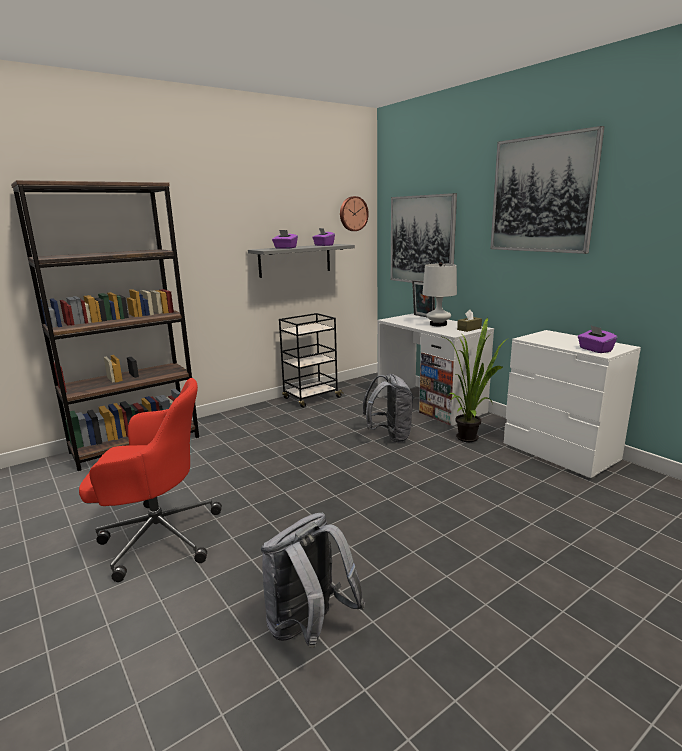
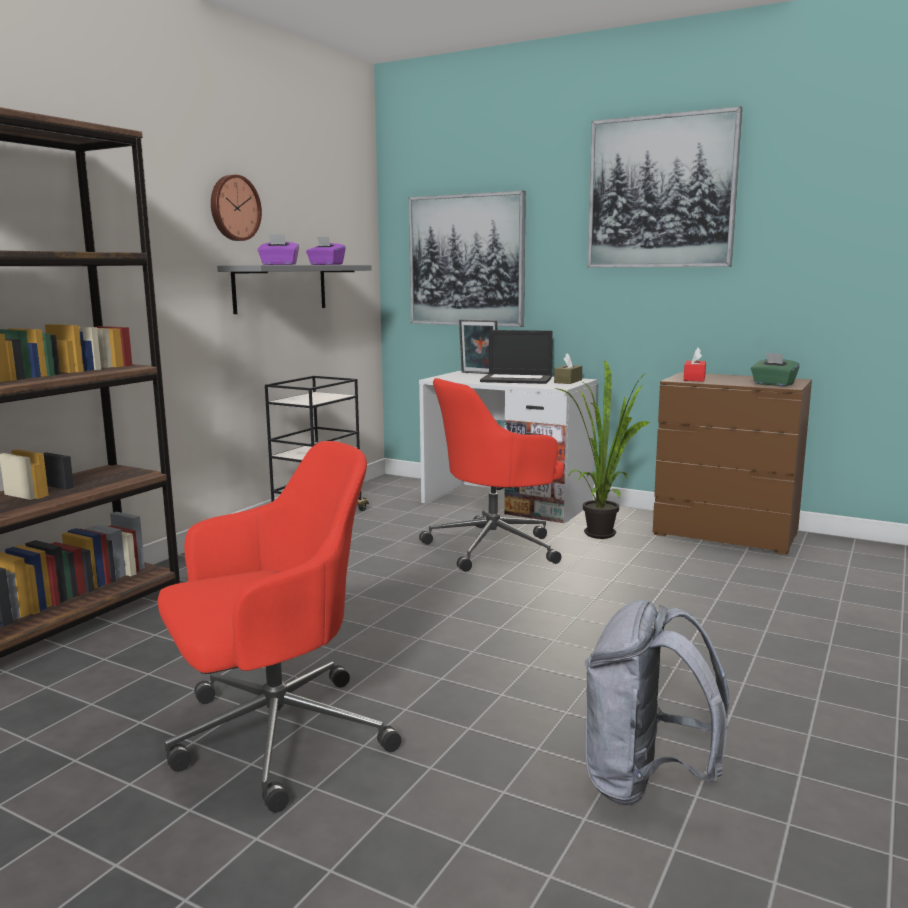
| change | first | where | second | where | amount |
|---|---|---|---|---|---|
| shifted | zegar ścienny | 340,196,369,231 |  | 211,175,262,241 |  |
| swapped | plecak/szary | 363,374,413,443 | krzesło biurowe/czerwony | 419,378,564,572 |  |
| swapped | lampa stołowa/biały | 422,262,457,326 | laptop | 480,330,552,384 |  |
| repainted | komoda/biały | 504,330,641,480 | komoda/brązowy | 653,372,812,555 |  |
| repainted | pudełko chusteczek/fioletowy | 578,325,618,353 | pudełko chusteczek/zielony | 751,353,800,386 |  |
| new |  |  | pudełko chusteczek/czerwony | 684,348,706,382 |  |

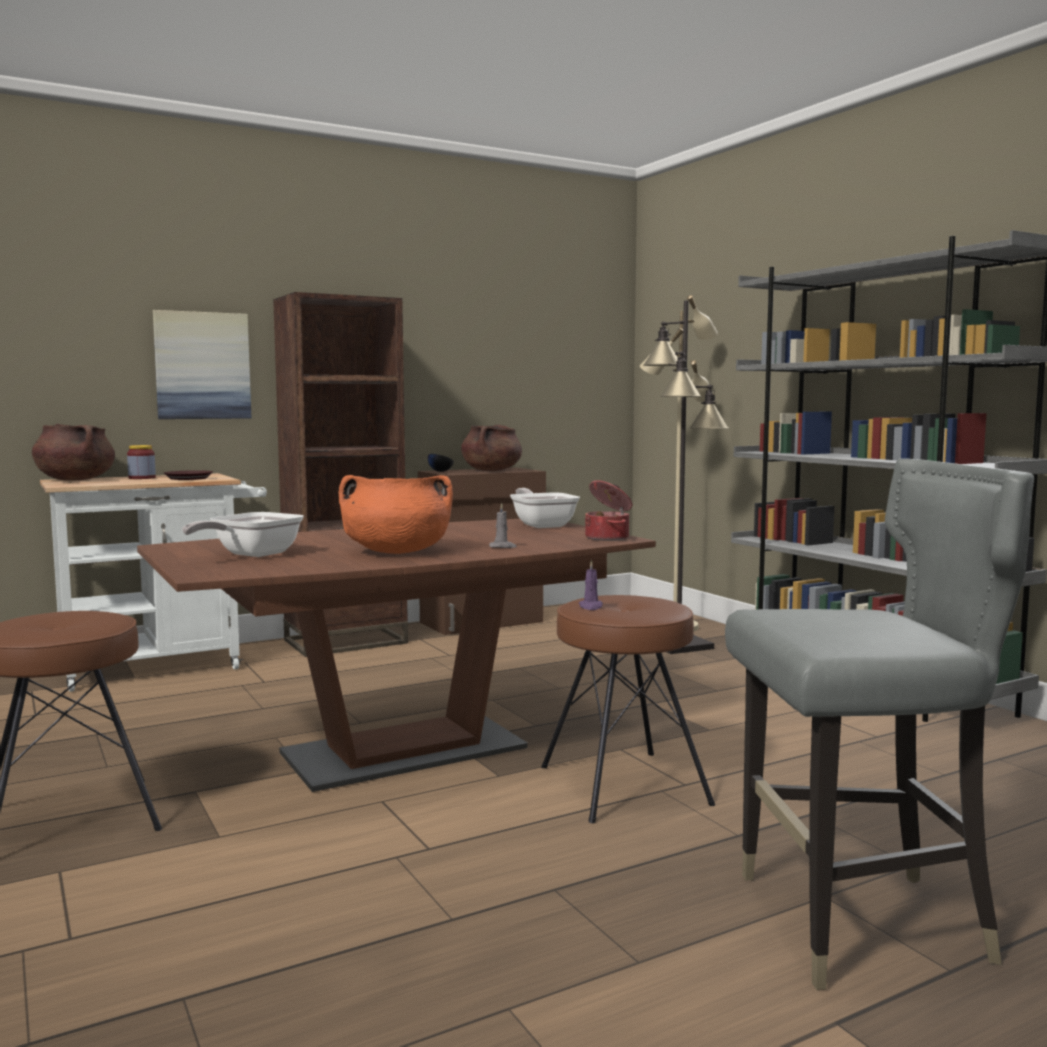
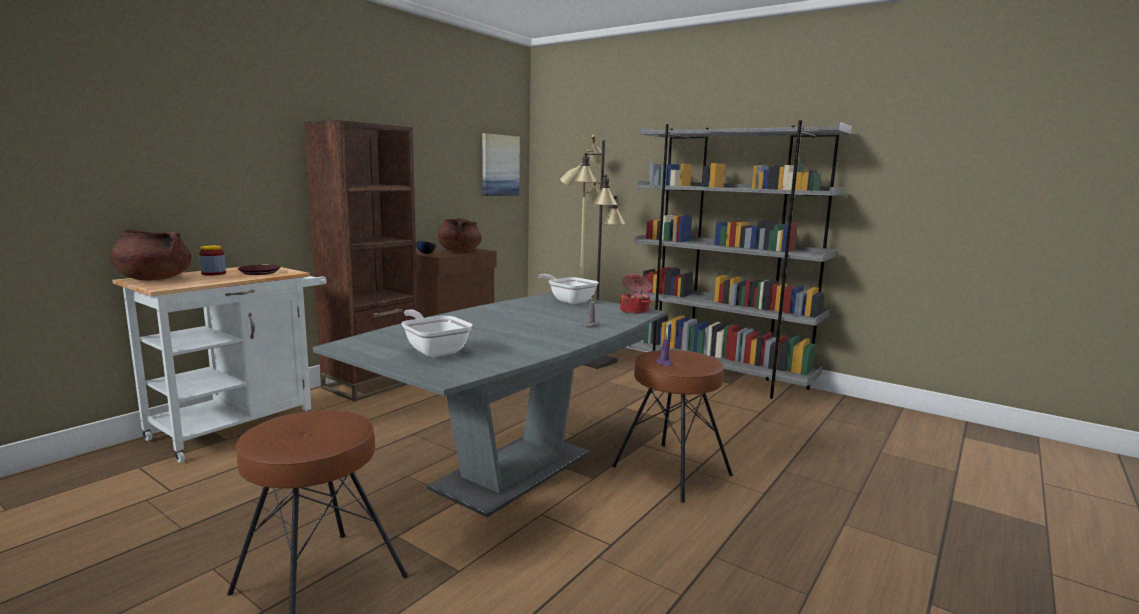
| change | first | where | second | where | amount |
|---|---|---|---|---|---|
| repainted | stół jadalny/brązowy | 137,519,656,792 | stół jadalny/szary | 313,292,665,517 |  |
| shifted | obraz | 153,310,251,419 |  | 482,133,520,196 |  |
| rotated | patelnia | 182,512,304,557 |  | 401,309,473,357 | 135 degrees clockwise |
| gone | garnek/pomarańczowy | 339,475,453,554 |  |  |  |
| gone | krzesło/szary | 725,458,1034,990 |  |  |  |

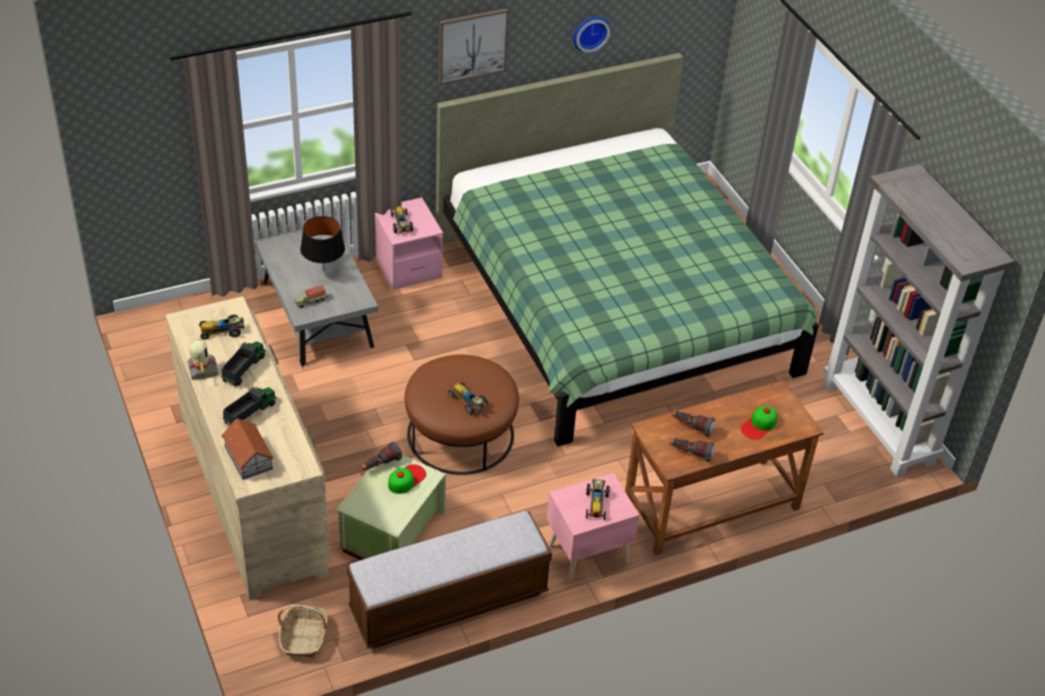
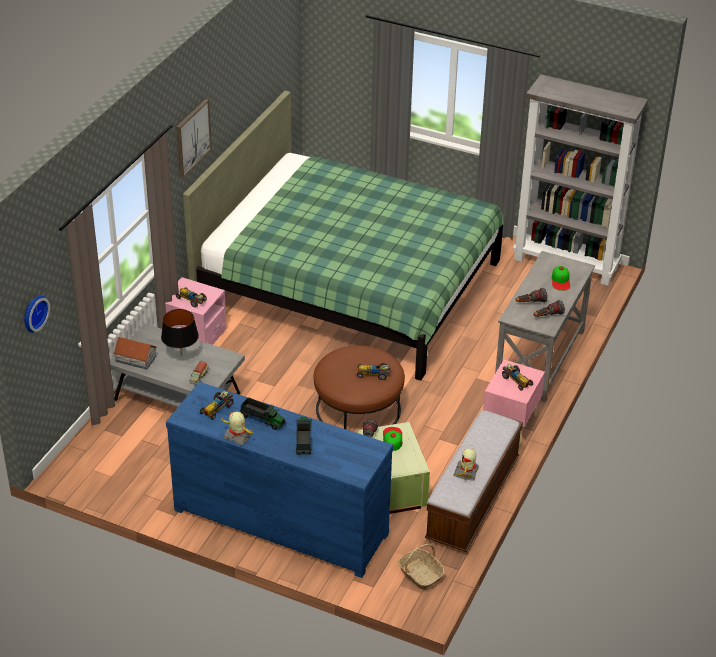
| change | first | where | second | where | amount |
|---|---|---|---|---|---|
| repainted | komoda/beżowy | 165,296,330,600 | komoda/niebieski | 166,382,393,578 |  |
| rotated | ciężarówka zabawkowa | 221,341,266,386 |  | 240,398,285,430 | 135 degrees clockwise |
| shifted | domek | 222,418,274,480 |  | 113,337,157,370 |  |
| shifted | zegar ścienny | 573,16,610,52 |  | 24,295,50,333 |  |
| repainted | biurko/brązowy | 625,380,824,555 | biurko/szary | 495,251,595,402 |  |
| new |  |  | robot zabawkowy | 453,449,479,481 |  |

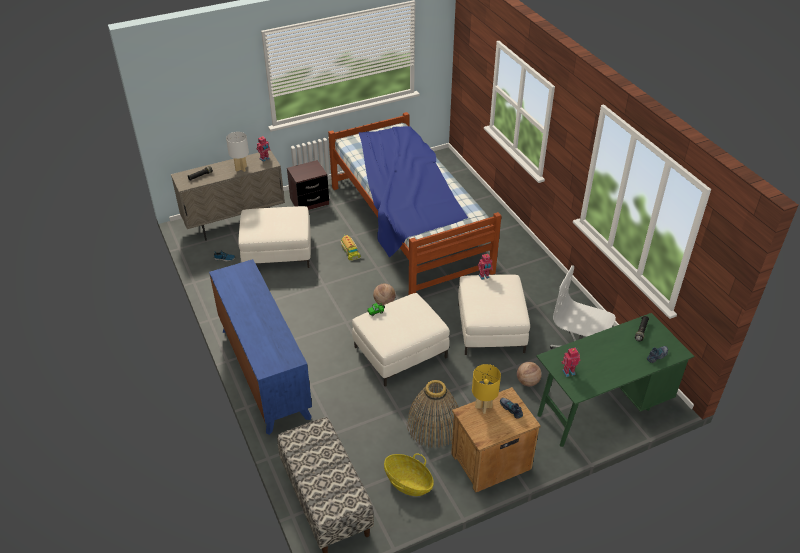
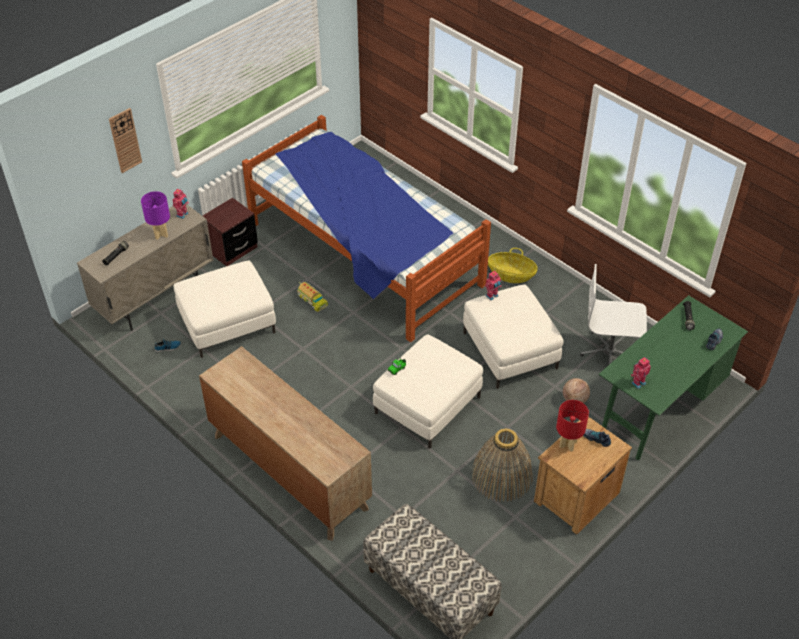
| change | first | where | second | where | amount |
|---|---|---|---|---|---|
| repainted | komoda/niebieski | 209,259,312,435 | komoda/brązowy | 199,346,372,541 |  |
| repainted | lampa stołowa/biały | 226,132,249,172 | lampa stołowa/fioletowy | 141,191,170,240 |  |
| gone | piłka do koszykówki | 373,284,396,306 |  |  |  |
| shifted | koszyk | 384,453,434,496 |  | 488,248,538,283 |  |
| repainted | lampa stołowa/żółty | 472,364,501,414 | lampa stołowa/czerwony | 556,400,589,452 |  |
| new |  |  | zegar ścienny | 109,108,142,173 |  |

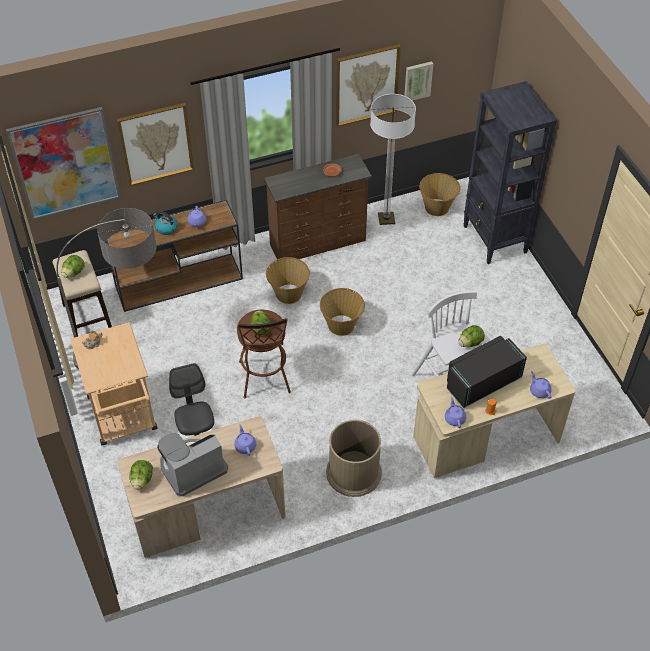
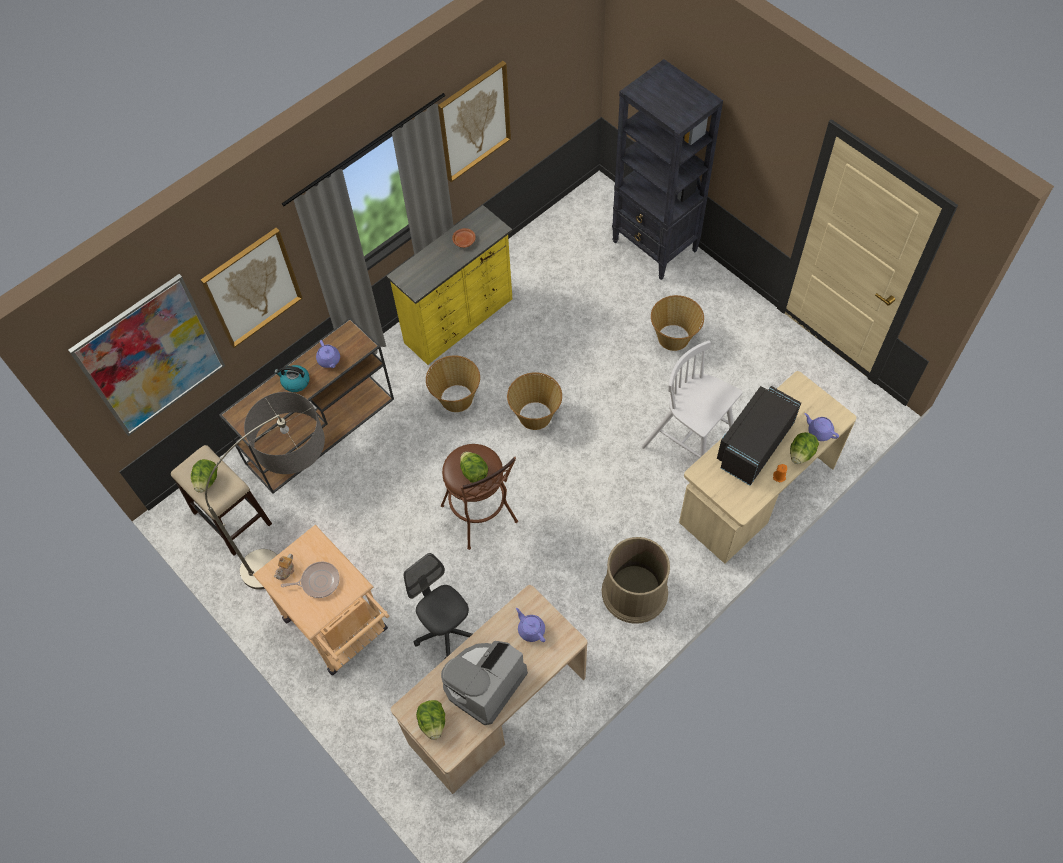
| change | first | where | second | where | amount |
|---|---|---|---|---|---|
| repainted | komoda/brązowy | 264,154,372,260 | komoda/żółty | 387,205,512,365 |  |
| gone | lampa stojąca | 370,94,416,225 |  |  |  |
| gone | obraz | 404,61,433,101 |  |  |  |
| shifted | koszyk | 419,173,460,216 |  | 651,295,704,351 |  |
| gone | imbryk/fioletowy | 445,397,466,428 |  |  |  |
| shifted | sałata | 458,325,485,347 |  | 790,432,819,464 |  |
| new |  |  | patelnia | 281,562,339,598 |  |

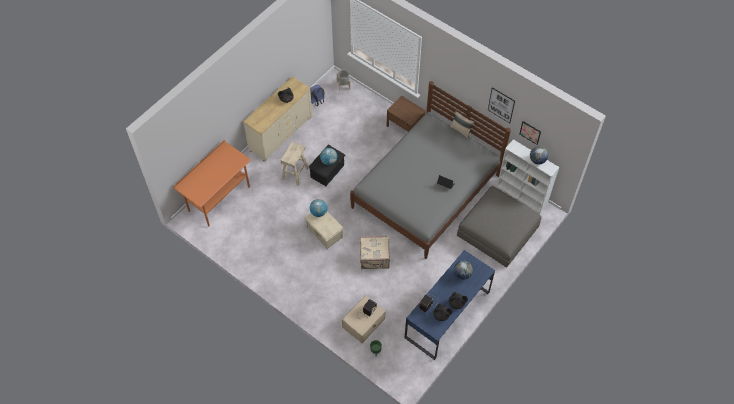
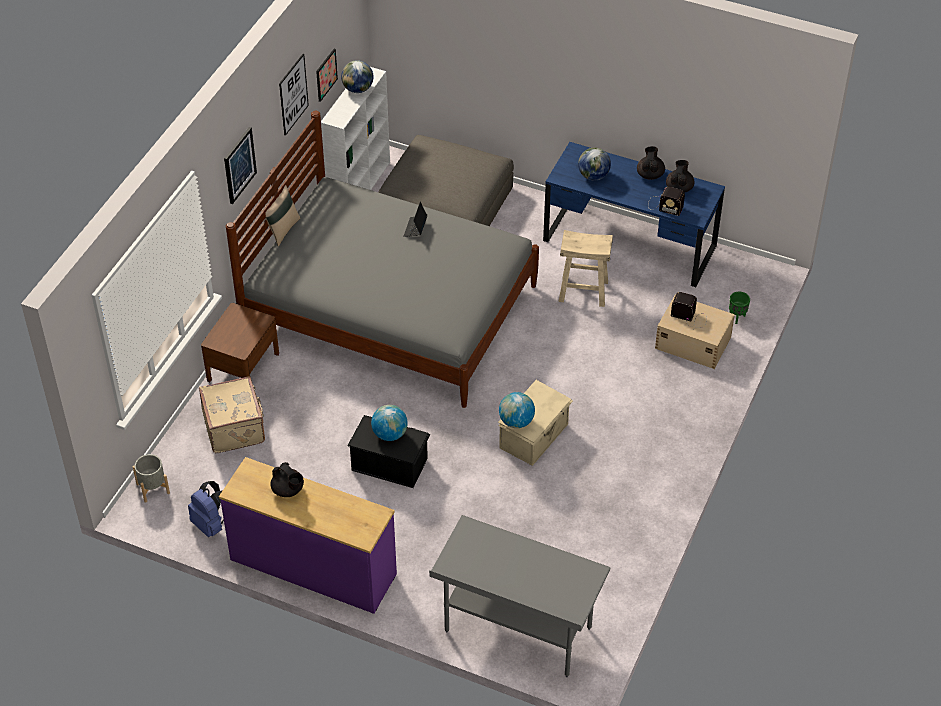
| change | first | where | second | where | amount |
|---|---|---|---|---|---|
| repainted | biurko/pomarańczowy | 173,140,251,226 | biurko/szary | 429,515,611,677 |  |
| repainted | komoda/beżowy | 243,76,312,161 | komoda/fioletowy | 219,457,397,614 |  |
| shifted | stołek/beżowy | 280,142,309,186 |  | 559,230,613,307 |  |
| shifted | walizka/beżowy | 360,236,390,269 |  | 199,376,265,453 |  |
| new |  |  | obraz | 224,127,257,204 |  |

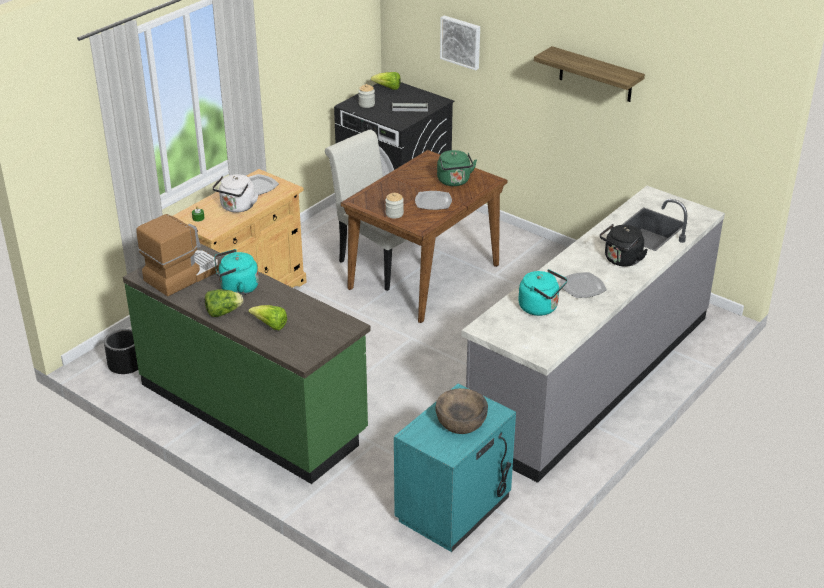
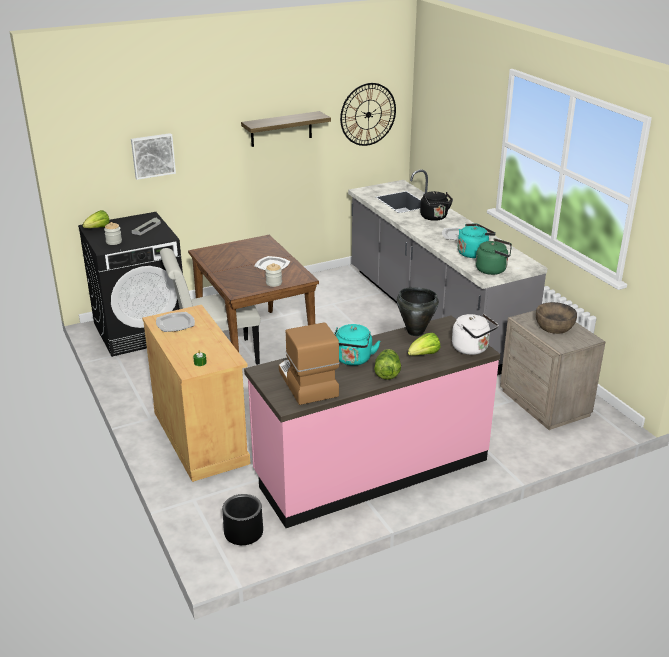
| change | first | where | second | where | amount |
|---|---|---|---|---|---|
| repainted | zabudowa kuchenna/zielony | 123,243,371,484 | zabudowa kuchenna/różowy | 244,316,500,528 |  |
| shifted | czajnik/biały | 212,174,259,213 |  | 452,314,498,355 |  |
| repainted | szafka nocna/turkusowy | 394,384,516,552 | szafka nocna/beżowy | 500,310,605,430 |  |
| shifted | czajnik/zielony | 437,150,477,186 |  | 476,238,512,275 |  |
| new |  |  | zegar ścienny | 340,83,396,146 |  |
| new |  |  | garnek/czarny | 397,287,439,336 |  |

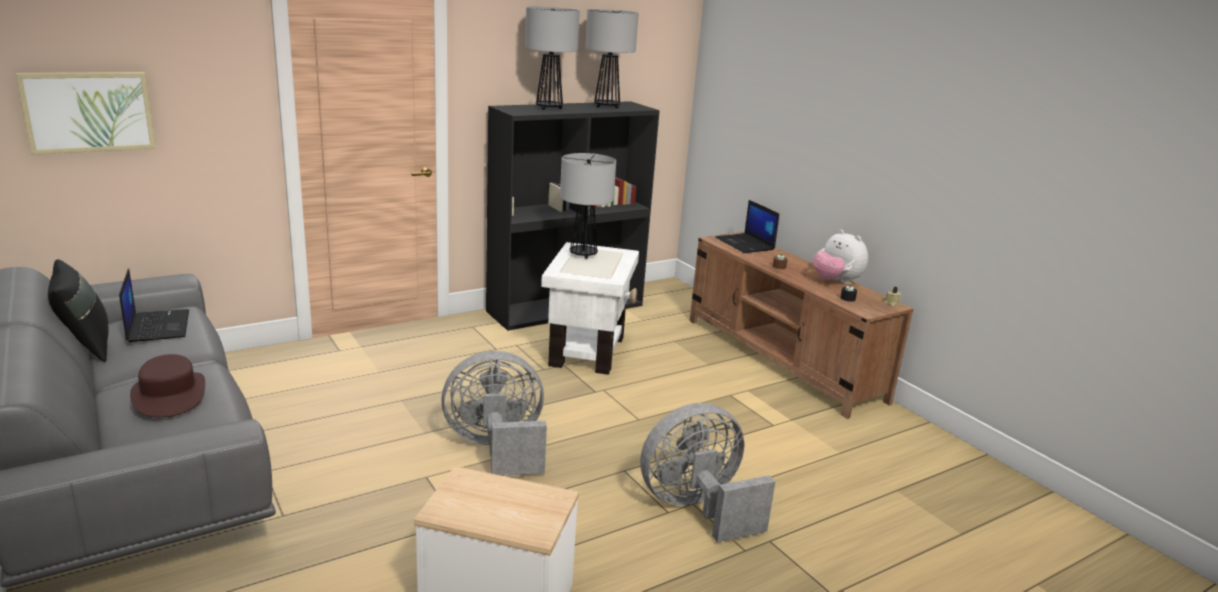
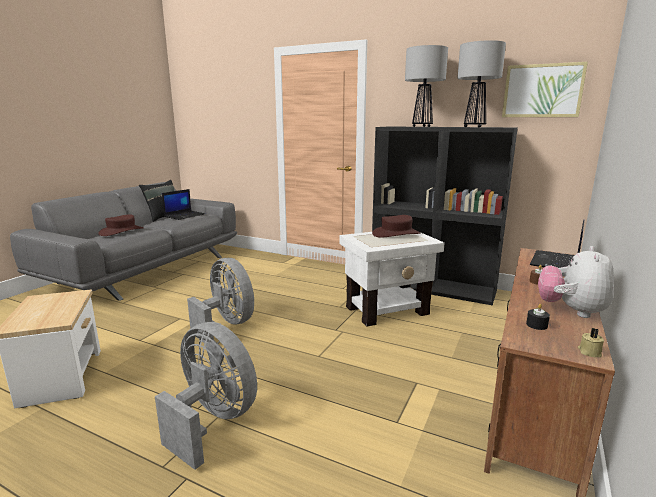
| change | first | where | second | where | amount |
|---|---|---|---|---|---|
| shifted | obraz | 15,72,156,155 |  | 502,62,588,117 |  |
| swapped | lampa stołowa | 560,153,616,259 | kapelusz/brązowy | 372,215,420,237 |  |

